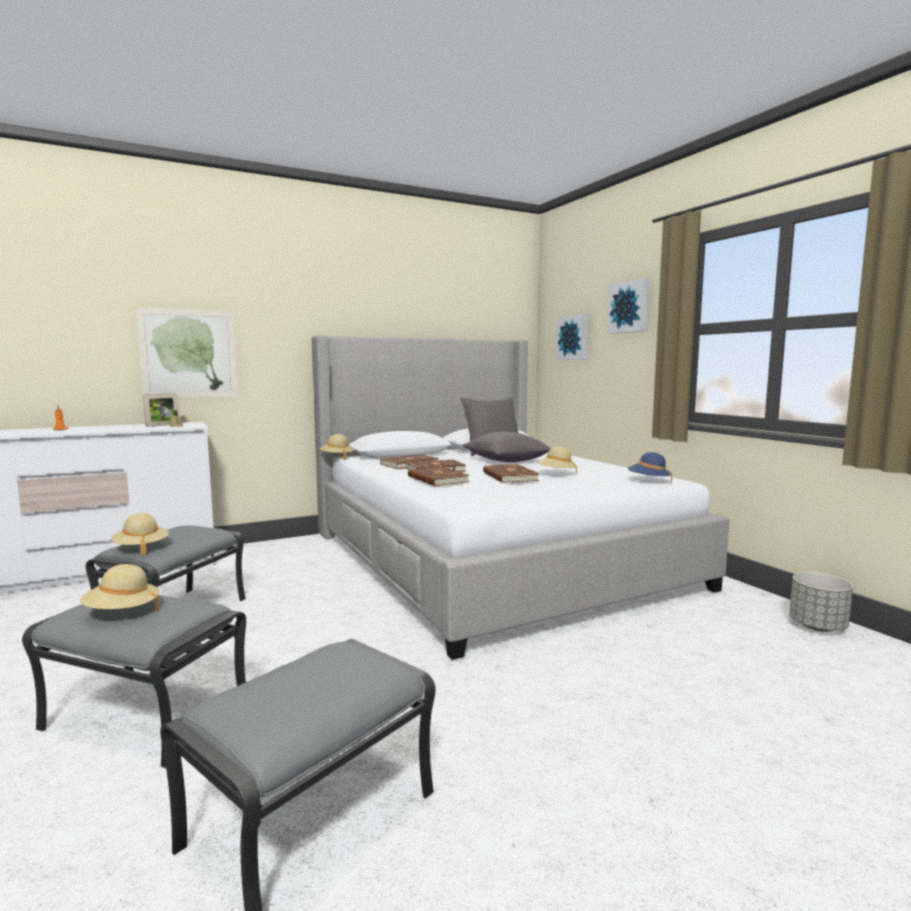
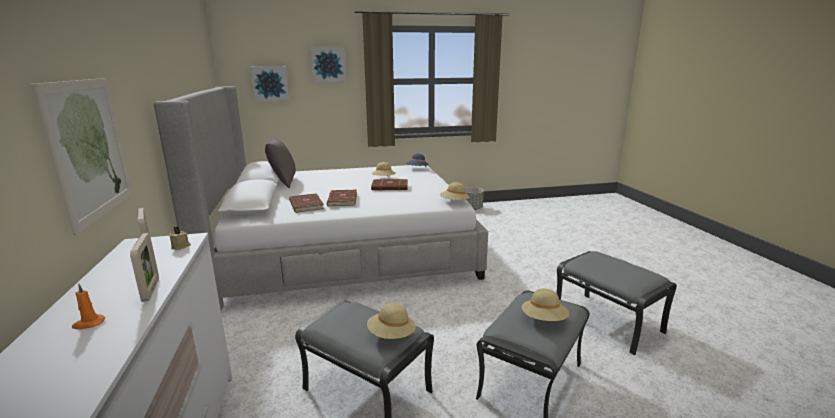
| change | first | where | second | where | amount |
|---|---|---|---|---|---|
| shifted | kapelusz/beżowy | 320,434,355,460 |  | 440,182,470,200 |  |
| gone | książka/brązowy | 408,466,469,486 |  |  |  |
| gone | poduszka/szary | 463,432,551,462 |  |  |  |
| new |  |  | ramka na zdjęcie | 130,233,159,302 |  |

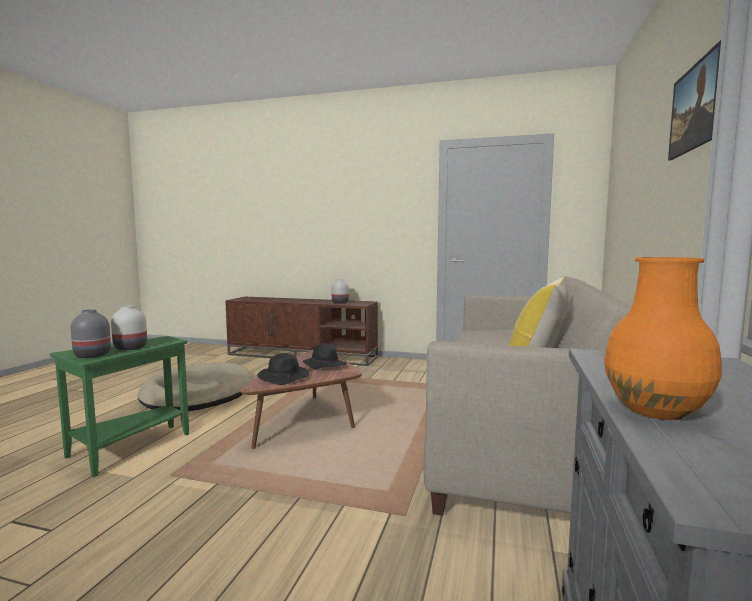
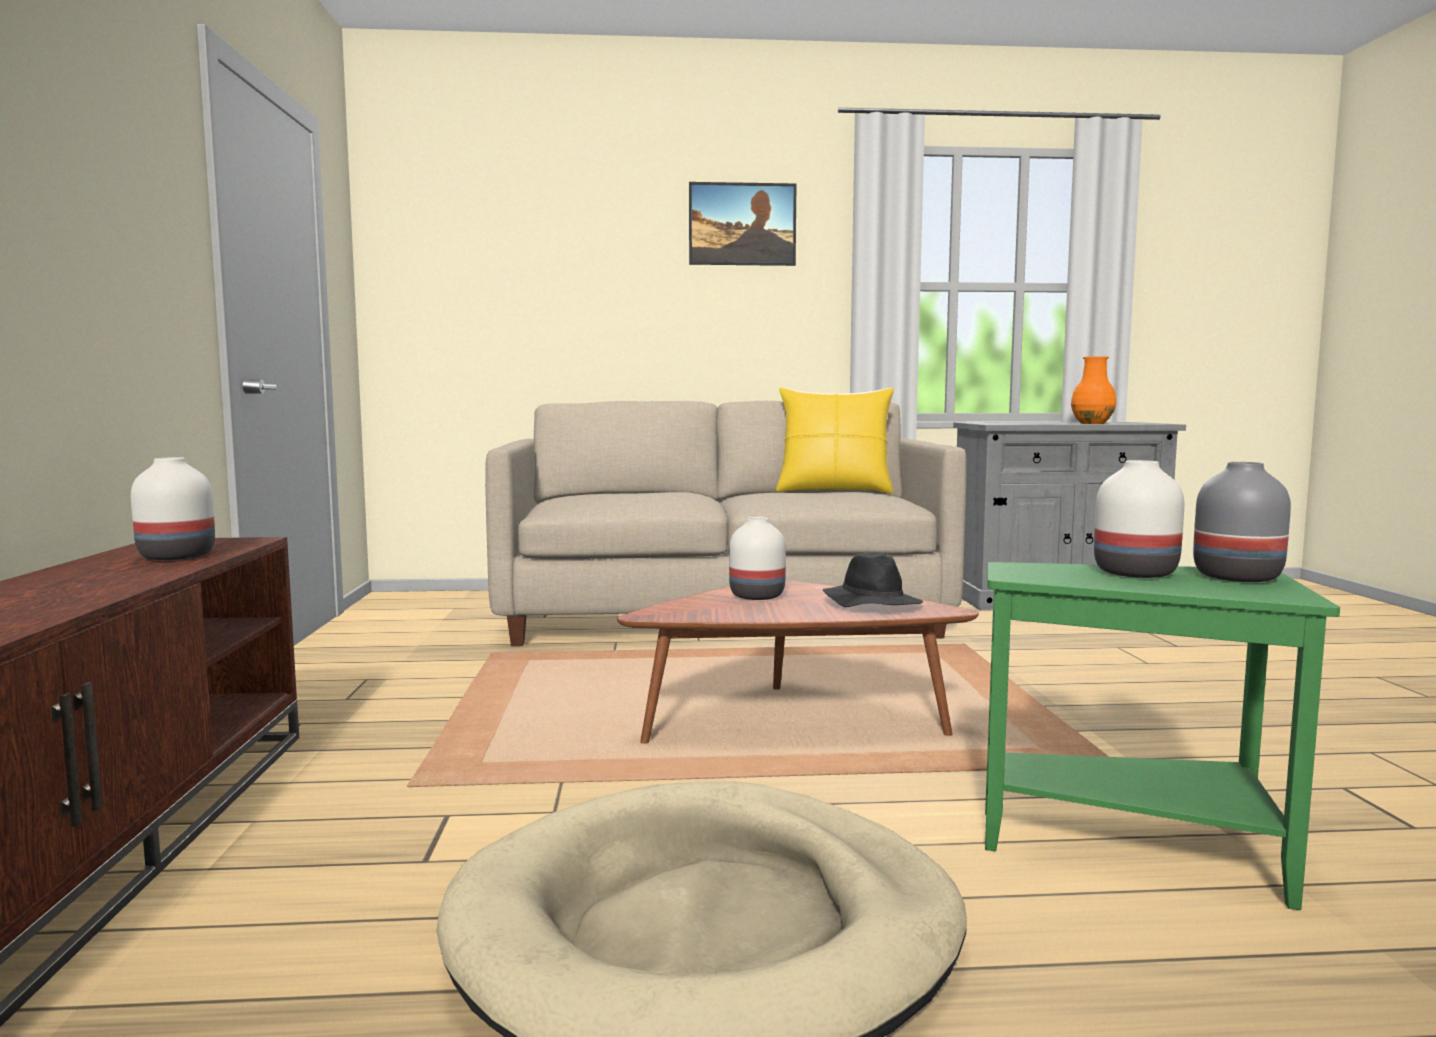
| change | first | where | second | where | amount |
|---|---|---|---|---|---|
| swapped | kapelusz/czarny | 303,343,347,369 | wazon/biały | 729,517,786,600 |  |

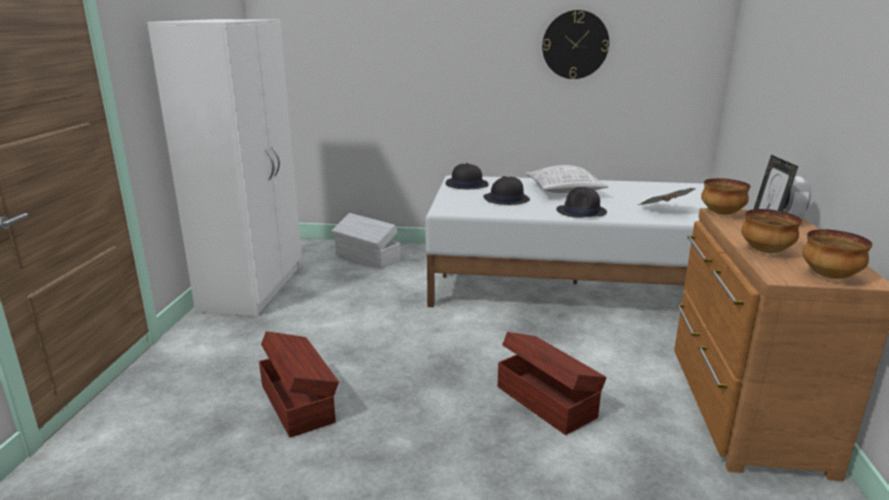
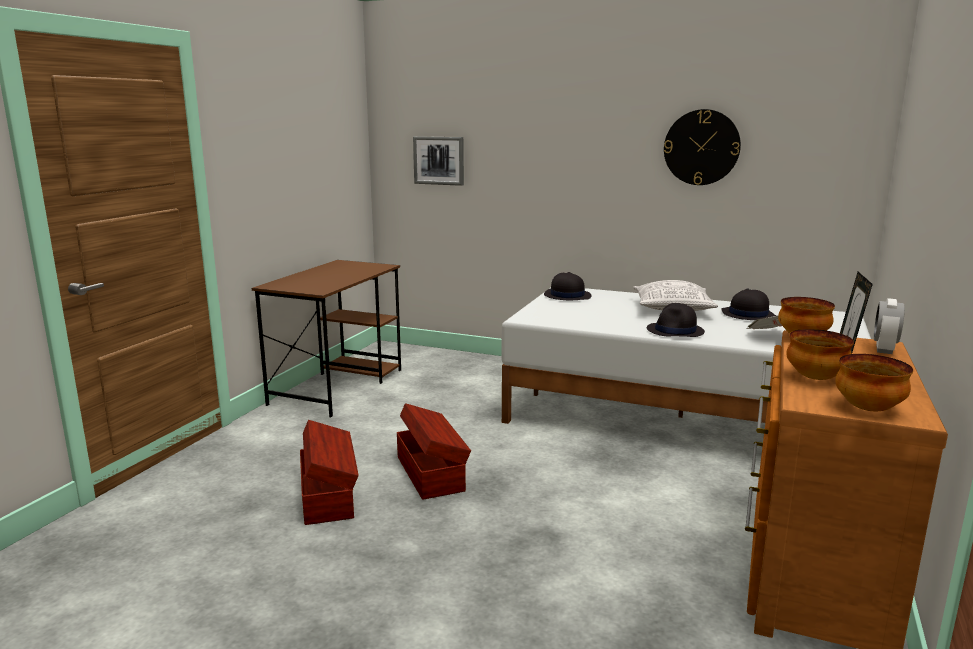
| change | first | where | second | where | amount |
|---|---|---|---|---|---|
| swapped | szafa/biały | 147,19,302,316 | biurko/brązowy | 251,260,401,417 |  |
| gone | pojemnik do przechowywania/biały | 331,213,400,269 |  |  |  |
| shifted | kapelusz/czarny | 483,176,530,205 |  | 721,289,776,320 |  |
| shifted | pojemnik do przechowywania/brązowy | 498,332,607,435 |  | 397,403,471,500 |  |
| new |  |  | obraz | 413,136,464,186 |  |

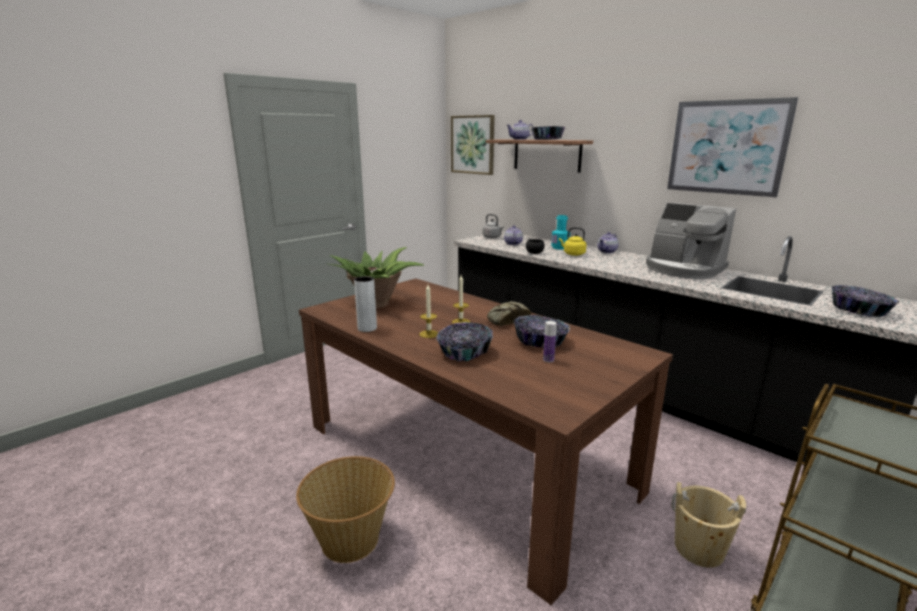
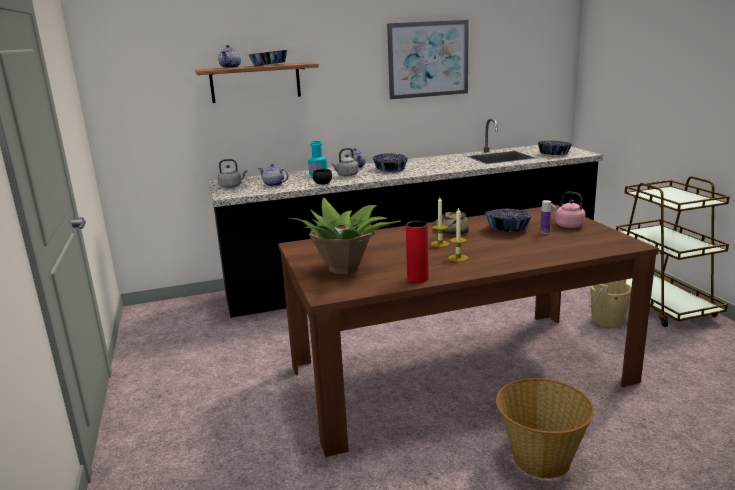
| change | first | where | second | where | amount |
|---|---|---|---|---|---|
| repainted | wazon/szary | 354,276,377,332 | wazon/czerwony | 406,221,429,283 |  |
| shifted | miska | 436,322,493,361 |  | 372,153,408,172 |  |
| gone | obraz | 451,115,495,175 |  |  |  |
| repainted | czajnik/żółty | 559,227,587,256 | czajnik/szary | 331,148,359,177 |  |
| gone | ekspres do kawy | 646,203,736,279 |  |  |  |
| new |  |  | czajnik/różowy | 551,192,585,228 |  |

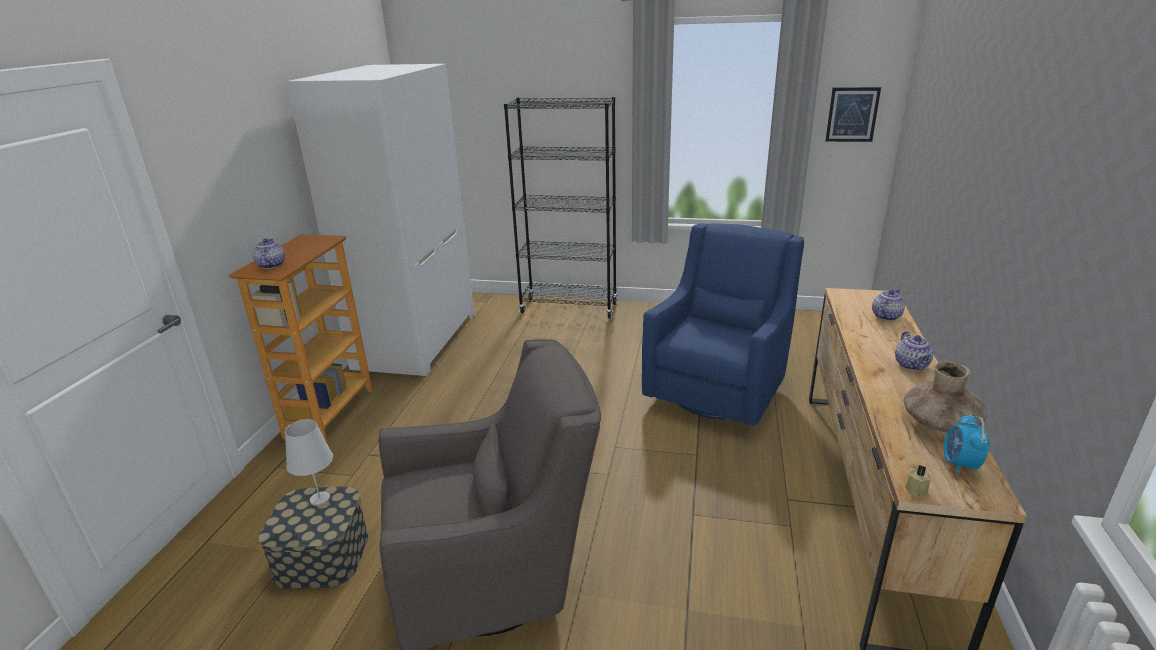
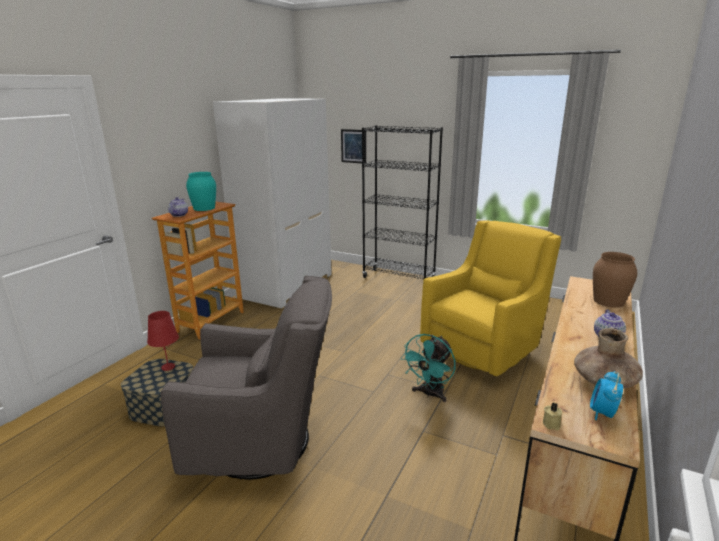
| change | first | where | second | where | amount |
|---|---|---|---|---|---|
| repainted | lampa stołowa/biały | 285,419,333,506 | lampa stołowa/czerwony | 147,311,179,371 |  |
| repainted | fotel/niebieski | 642,223,804,426 | fotel/żółty | 420,220,561,376 |  |
| shifted | obraz | 825,87,881,142 |  | 341,129,366,164 |  |
| swapped | imbryk | 872,289,905,321 | wazon/brązowy | 593,252,637,308 |  |
| new |  |  | wazon/turkusowy | 186,172,216,211 |  |
| new |  |  | wentylator/turkusowy | 400,334,456,402 |  |

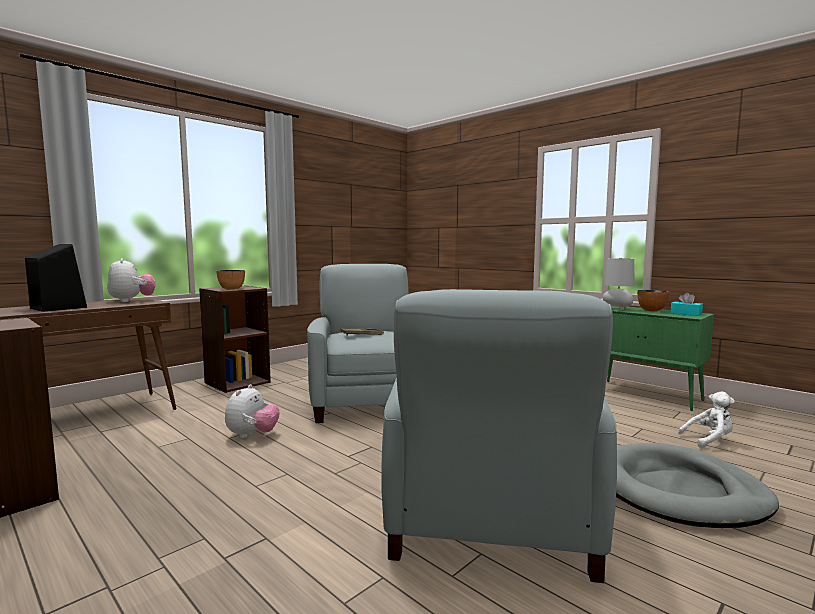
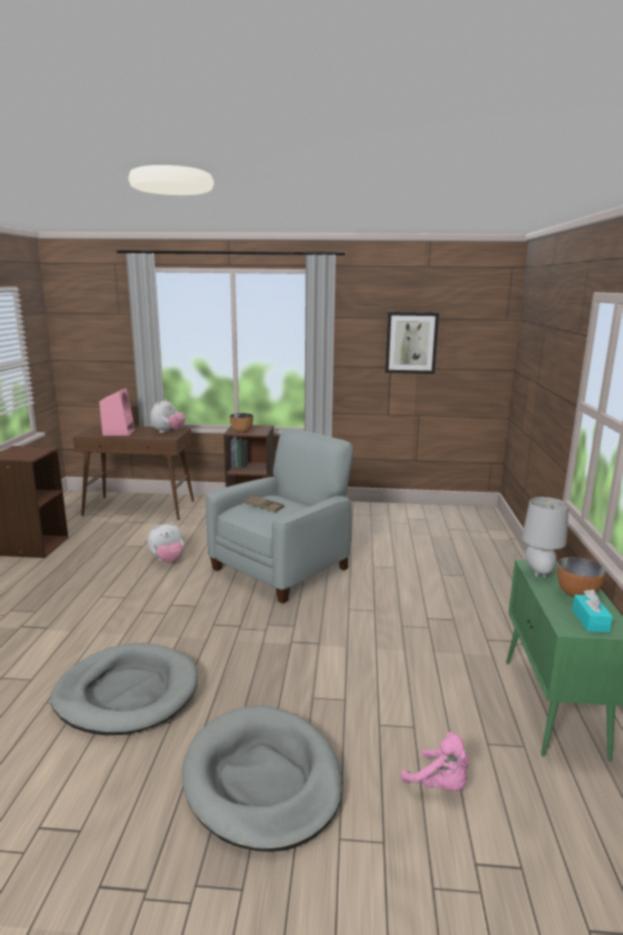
| change | first | where | second | where | amount |
|---|---|---|---|---|---|
| repainted | głośnik/czarny | 25,244,87,312 | głośnik/różowy | 99,388,135,436 |  |
| swapped | fotel/szary | 382,289,617,583 | legowisko/szary | 50,643,198,735 |  |
| repainted | pluszak/biały | 678,392,735,448 | pluszak/różowy | 401,732,469,791 |  |
| new |  |  | obraz | 385,312,439,374 |  |

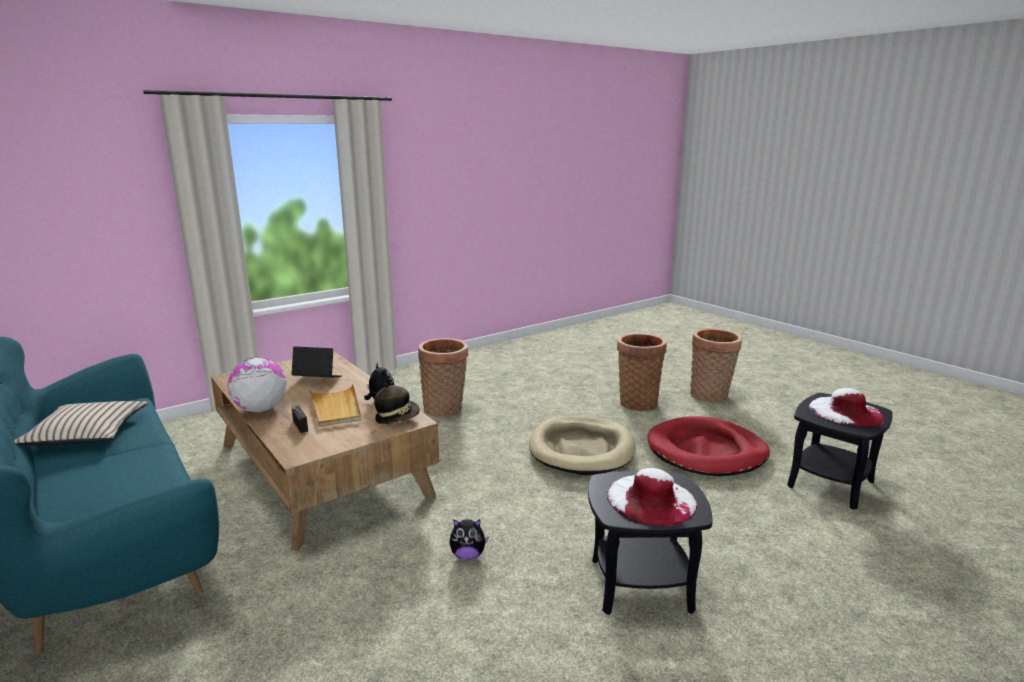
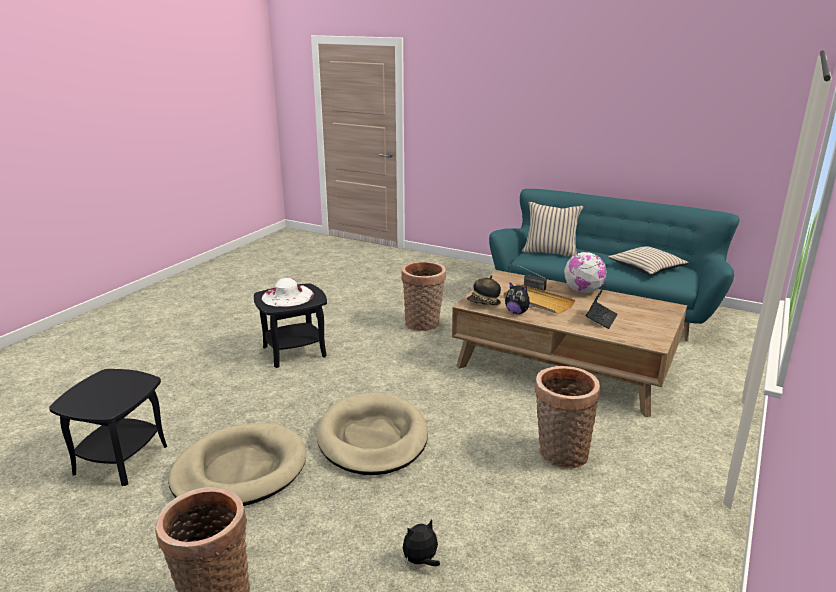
| change | first | where | second | where | amount |
|---|---|---|---|---|---|
| rotated | laptop | 291,347,342,377 |  | 586,282,618,329 | 45 degrees counterclockwise |
| shifted | pluszak | 449,519,489,560 |  | 403,520,440,566 |  |
| shifted | koszyk | 617,333,666,411 |  | 401,261,446,331 |  |
| repainted | legowisko/czerwony | 647,416,770,476 | legowisko/beżowy | 168,423,306,506 |  |
| gone | kapelusz/biały | 809,388,885,428 |  |  |  |
| new |  |  | poduszka/beżowy | 522,202,583,257 |  |

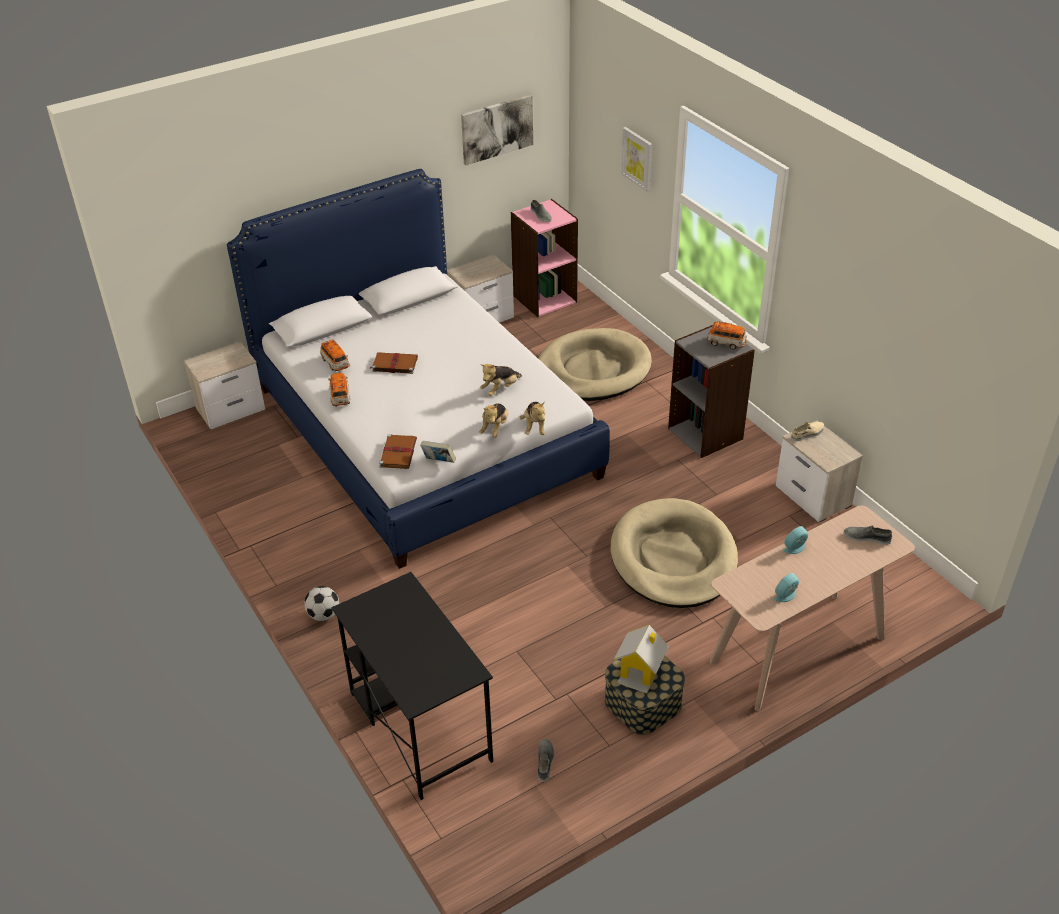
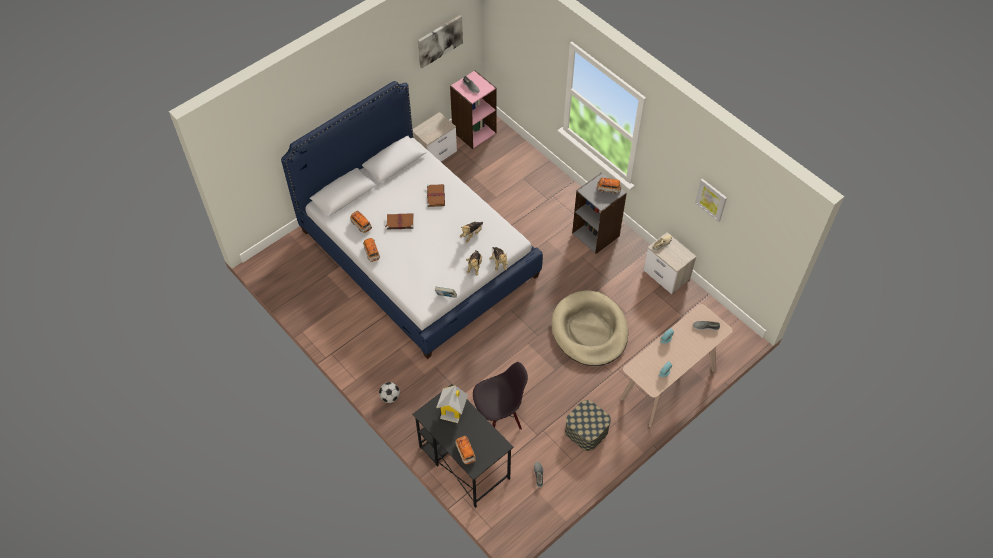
| change | first | where | second | where | amount |
|---|---|---|---|---|---|
| gone | szafka nocna | 184,341,265,429 |  |  |  |
| shifted | książka/brązowy | 379,434,417,469 |  | 427,184,445,207 |  |
| gone | legowisko/beżowy | 538,328,652,401 |  |  |  |
| shifted | domek | 614,625,669,693 |  | 436,386,468,423 |  |
| shifted | obraz | 621,127,652,192 |  | 695,179,727,222 |  |
| new |  |  | samochodzik | 455,436,476,464 |  |
| new |  |  | krzesło/czarny | 473,362,528,430 |  |

